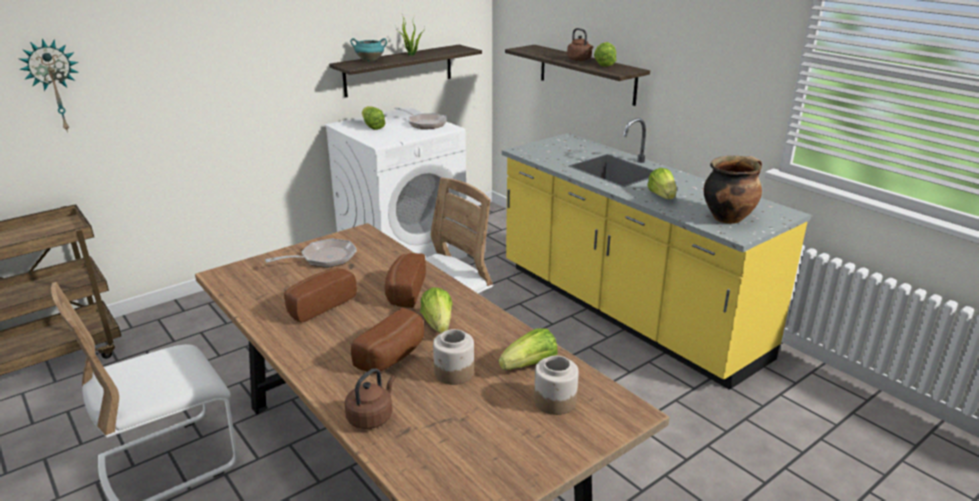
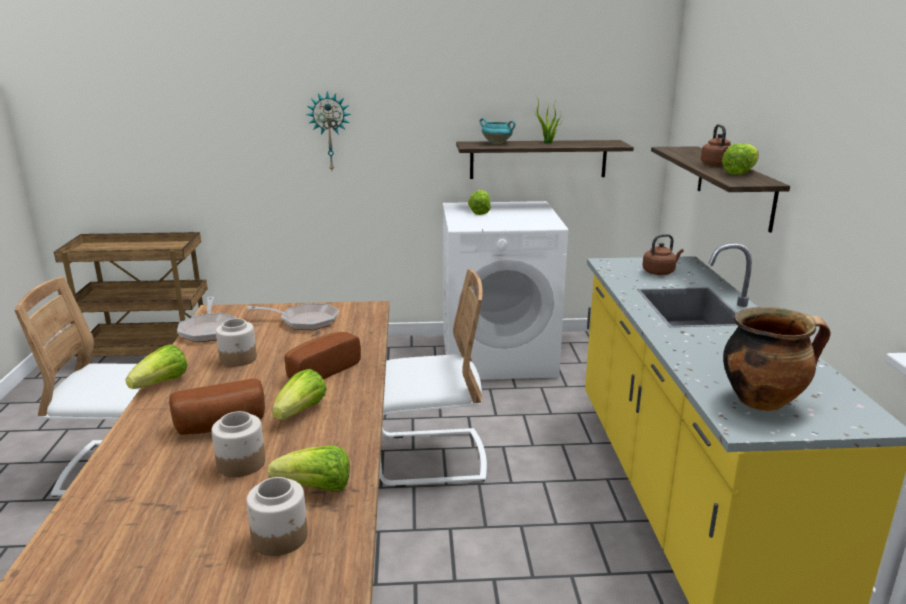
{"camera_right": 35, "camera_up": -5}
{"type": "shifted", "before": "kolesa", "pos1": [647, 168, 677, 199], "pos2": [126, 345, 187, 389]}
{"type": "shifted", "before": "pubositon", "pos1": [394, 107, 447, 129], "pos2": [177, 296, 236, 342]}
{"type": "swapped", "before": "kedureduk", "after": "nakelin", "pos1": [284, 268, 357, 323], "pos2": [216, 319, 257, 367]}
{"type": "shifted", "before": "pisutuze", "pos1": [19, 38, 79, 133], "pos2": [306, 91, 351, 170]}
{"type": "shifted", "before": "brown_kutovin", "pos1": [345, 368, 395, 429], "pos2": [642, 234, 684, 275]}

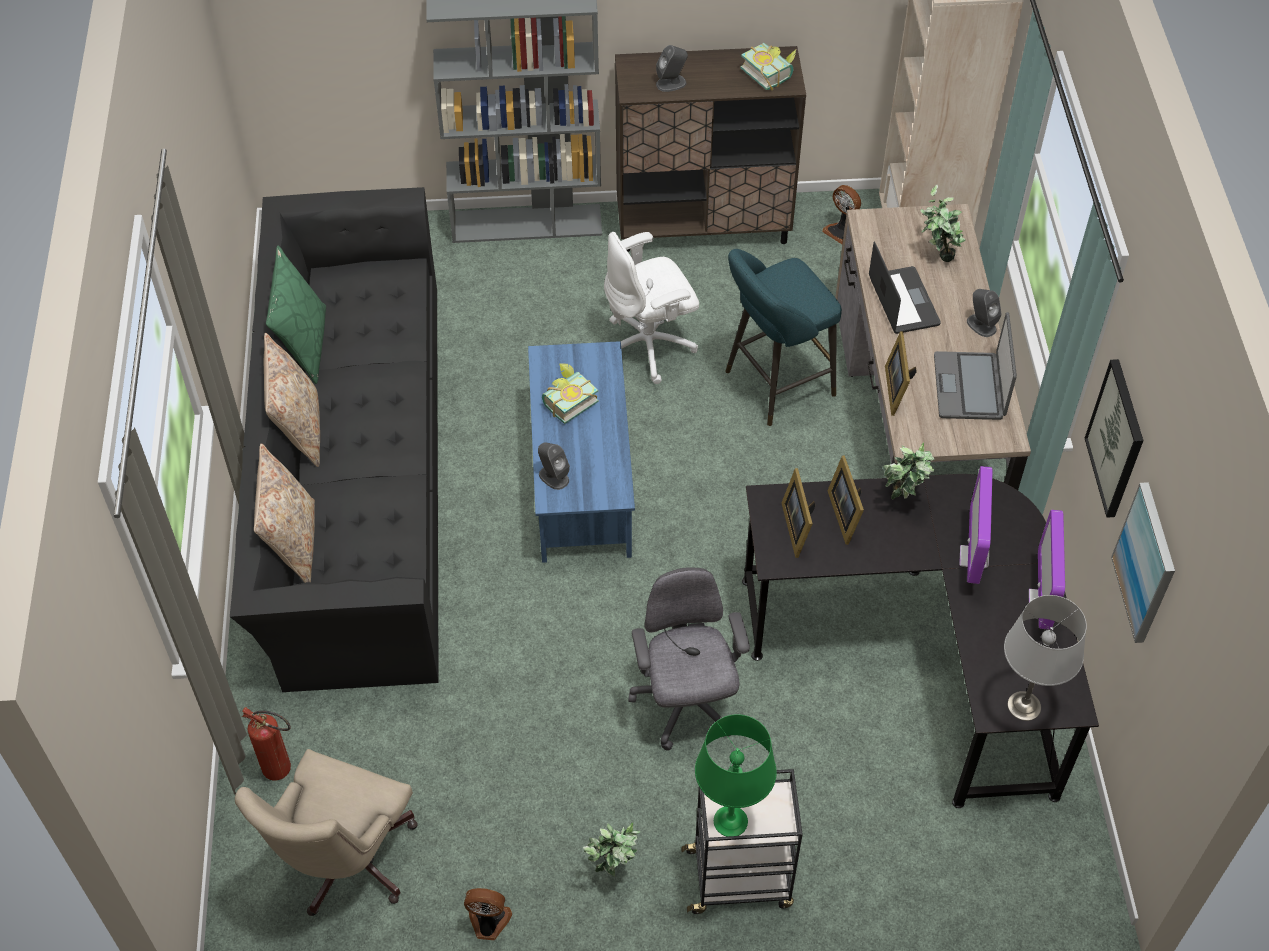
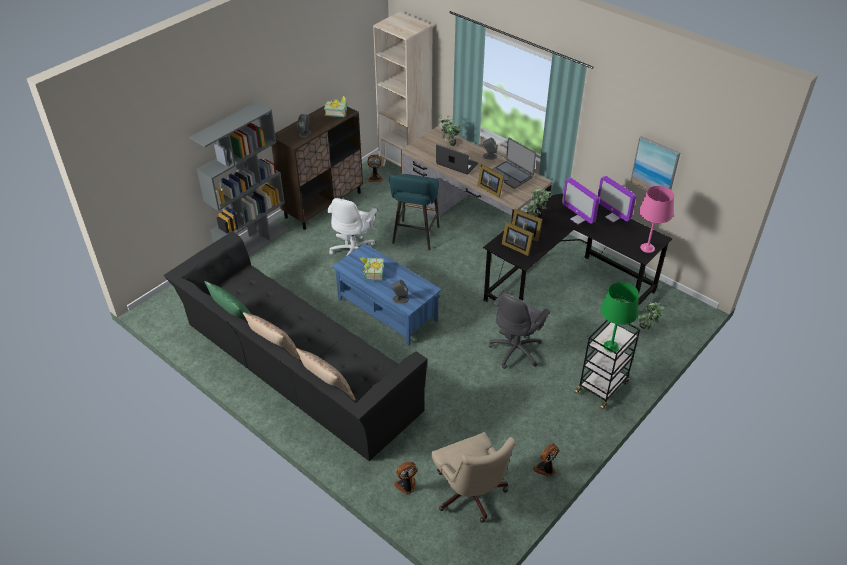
{"camera_right": -45, "camera_up": -10}
{"type": "swapped", "before": "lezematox", "after": "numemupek", "pos1": [241, 707, 291, 781], "pos2": [394, 462, 417, 495]}
{"type": "rotated", "before": "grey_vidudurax", "pos1": [628, 568, 750, 751], "pos2": [488, 290, 550, 369], "turn": -90}
{"type": "shifted", "before": "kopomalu", "pos1": [583, 823, 640, 876], "pos2": [637, 300, 666, 330]}
{"type": "repainted", "before": "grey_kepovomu", "after": "pink_kepovomu", "pos1": [1004, 595, 1087, 721], "pos2": [639, 186, 674, 253]}
{"type": "gone", "before": "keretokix", "pos1": [1085, 359, 1143, 518]}

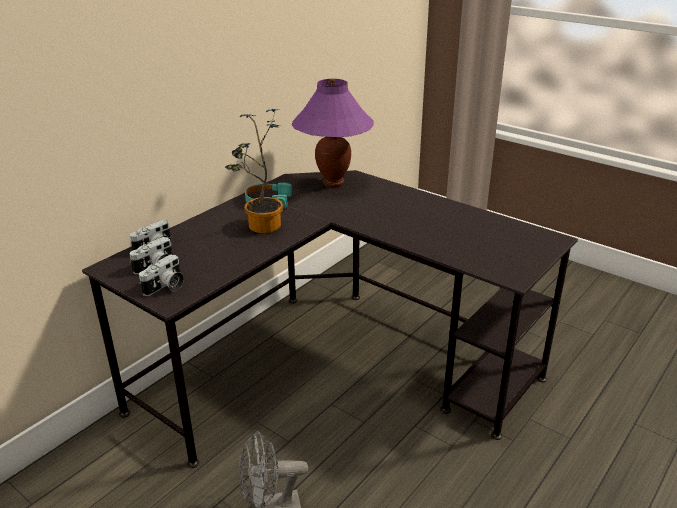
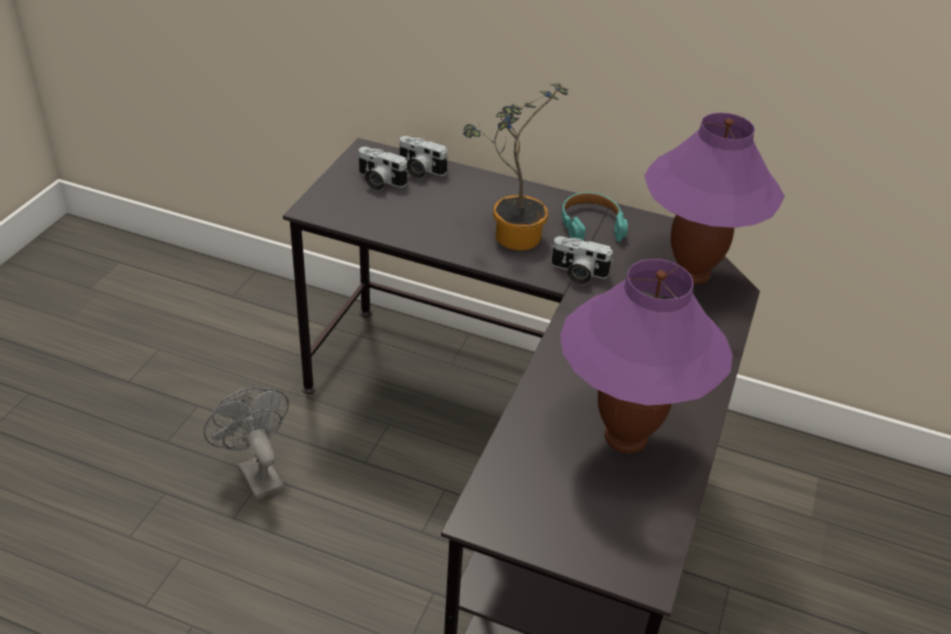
{"camera_right": 70, "camera_up": 10}
{"type": "shifted", "before": "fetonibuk", "pos1": [139, 254, 184, 296], "pos2": [551, 236, 613, 285]}
{"type": "new", "after": "purple_kepovomu", "pos2": [560, 259, 733, 453]}

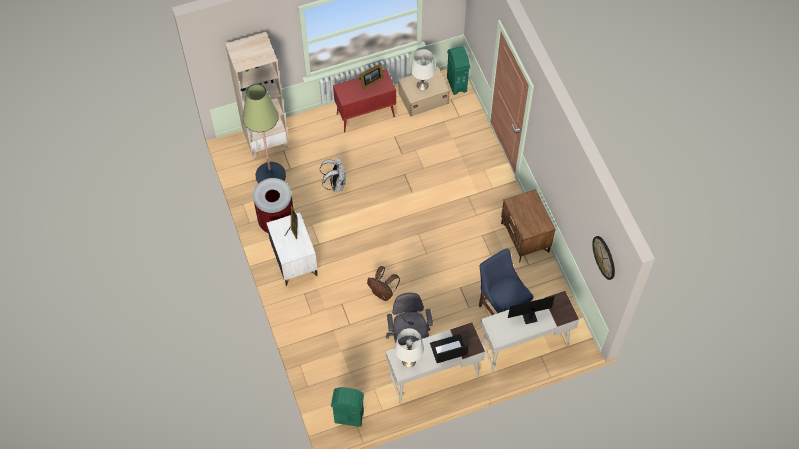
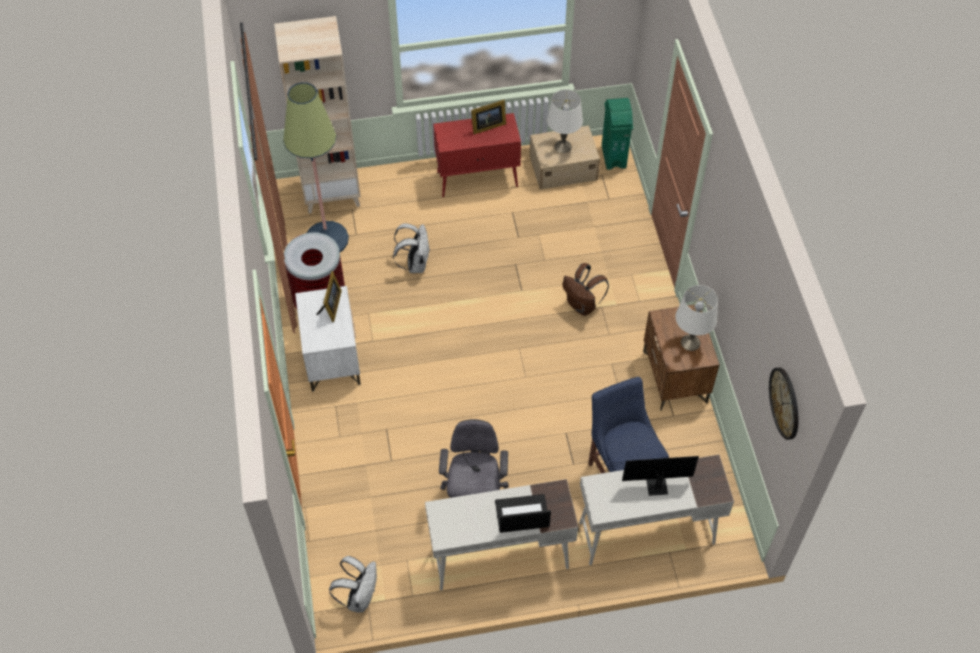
{"camera_right": 10, "camera_up": -5}
{"type": "swapped", "before": "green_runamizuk", "after": "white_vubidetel", "pos1": [331, 387, 364, 427], "pos2": [329, 556, 377, 613]}
{"type": "shifted", "before": "brown_vubidetel", "pos1": [367, 266, 400, 301], "pos2": [562, 263, 609, 316]}
{"type": "shifted", "before": "white_kepovomu", "pos1": [395, 328, 424, 368], "pos2": [675, 285, 718, 351]}

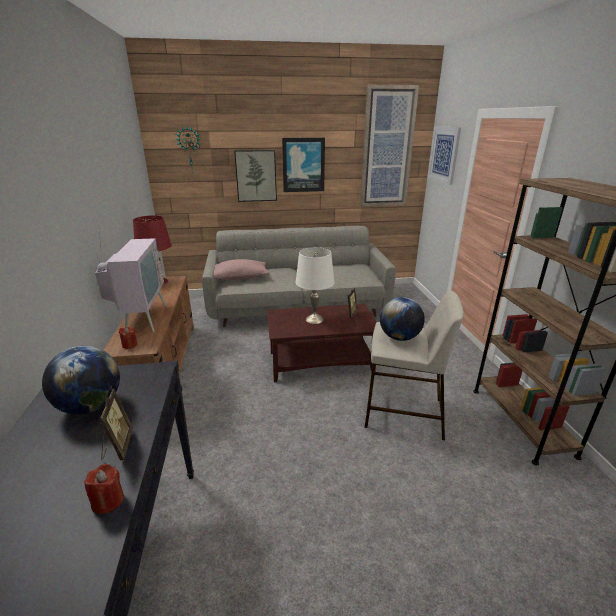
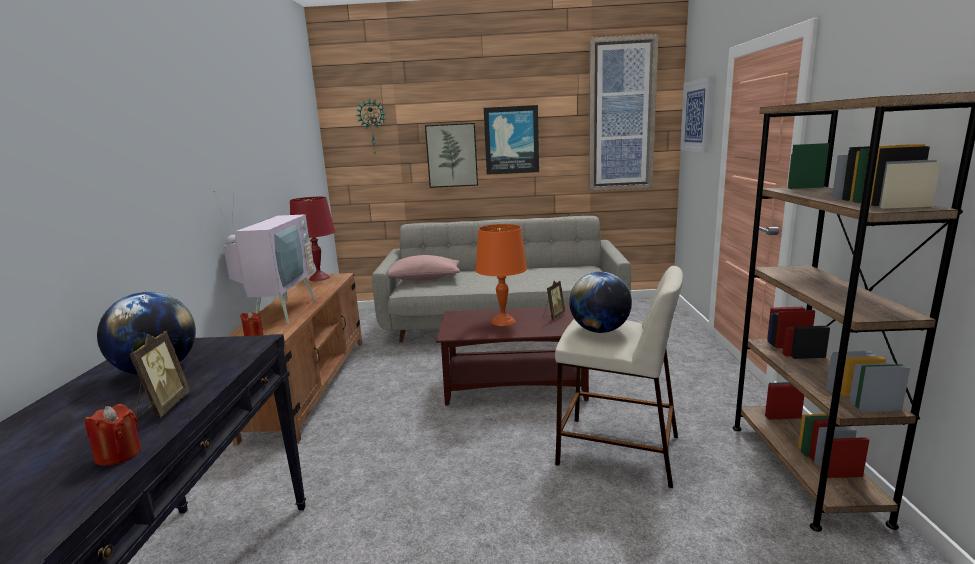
{"camera_right": 10, "camera_up": -10}
{"type": "repainted", "before": "white_kepovomu", "after": "orange_kepovomu", "pos1": [295, 247, 334, 324], "pos2": [475, 224, 527, 326]}

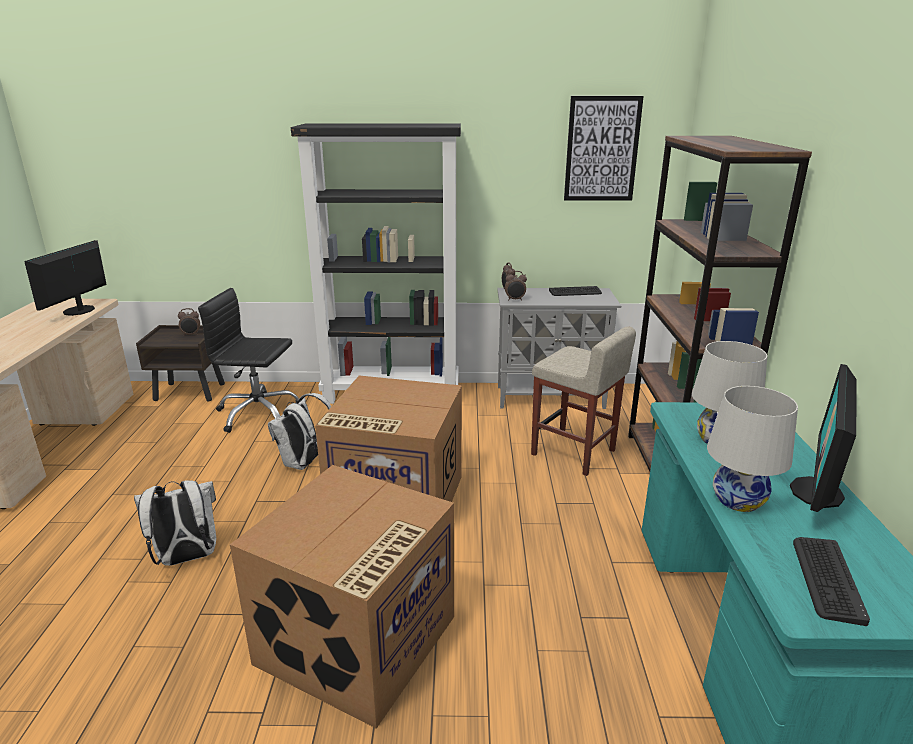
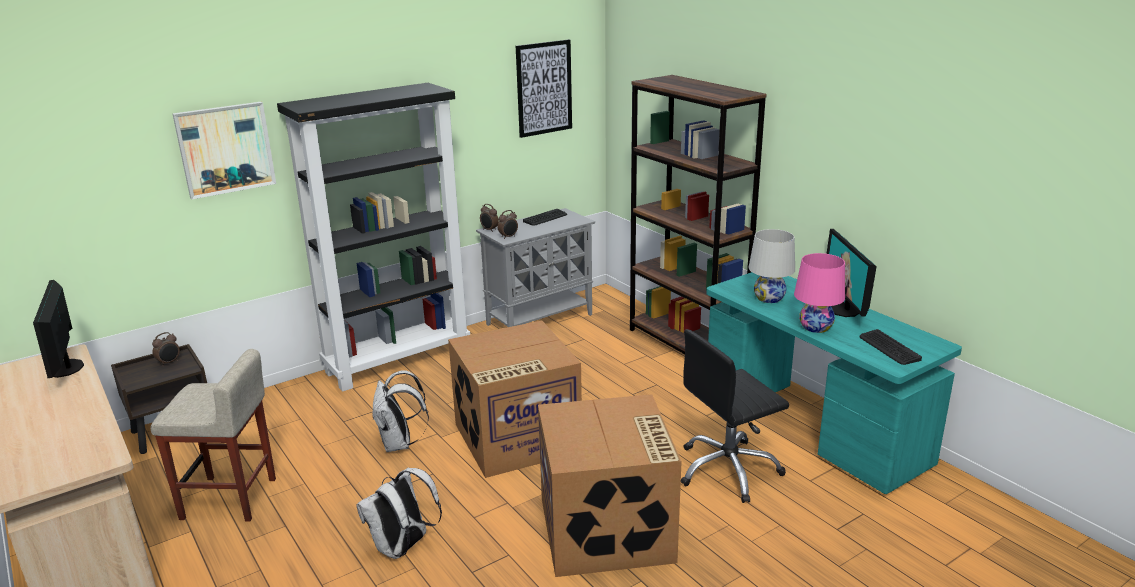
{"camera_right": -35, "camera_up": 0}
{"type": "shifted", "before": "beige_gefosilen", "pos1": [531, 326, 636, 476], "pos2": [151, 349, 276, 521]}
{"type": "new", "after": "keretokix", "pos2": [172, 102, 276, 199]}
{"type": "shifted", "before": "black_vidudurax", "pos1": [198, 288, 299, 433], "pos2": [681, 329, 789, 503]}
{"type": "repainted", "before": "white_kepovomu", "after": "pink_kepovomu", "pos1": [707, 386, 798, 512], "pos2": [794, 253, 845, 333]}

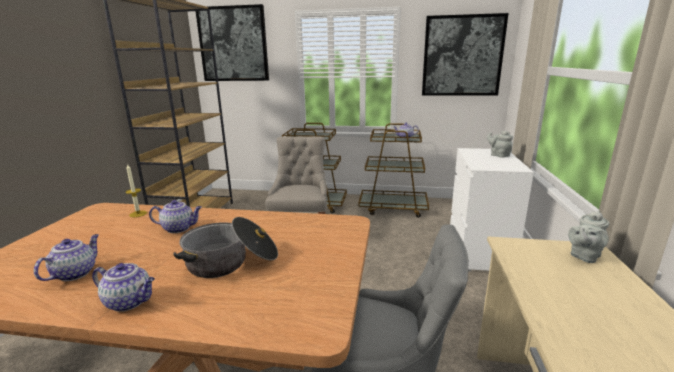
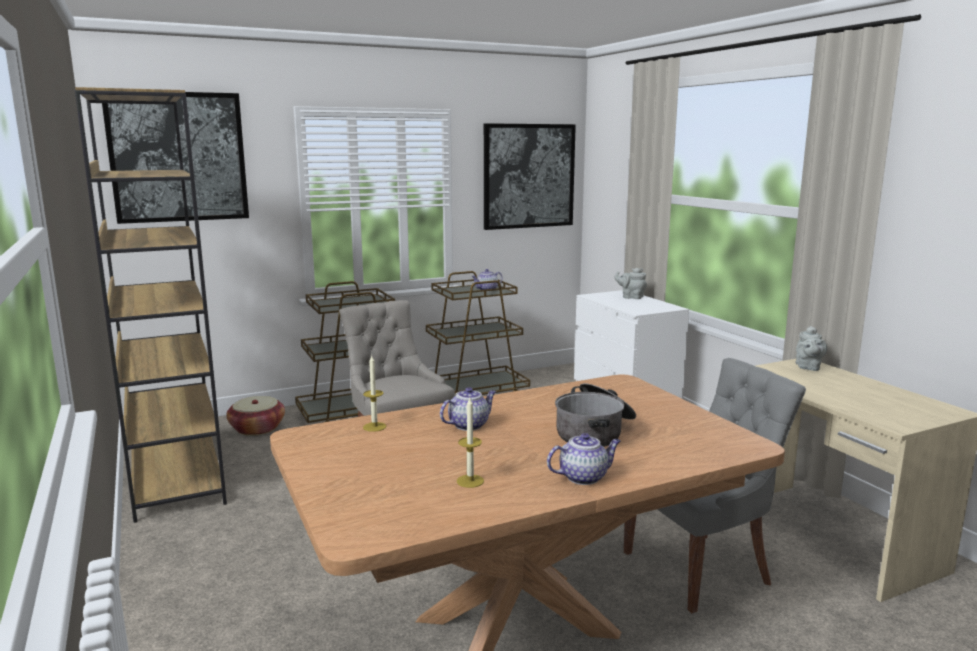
{"camera_right": -35, "camera_up": -5}
{"type": "new", "after": "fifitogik", "pos2": [226, 396, 285, 436]}
{"type": "swapped", "before": "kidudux", "after": "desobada", "pos1": [34, 234, 99, 281], "pos2": [457, 398, 484, 488]}

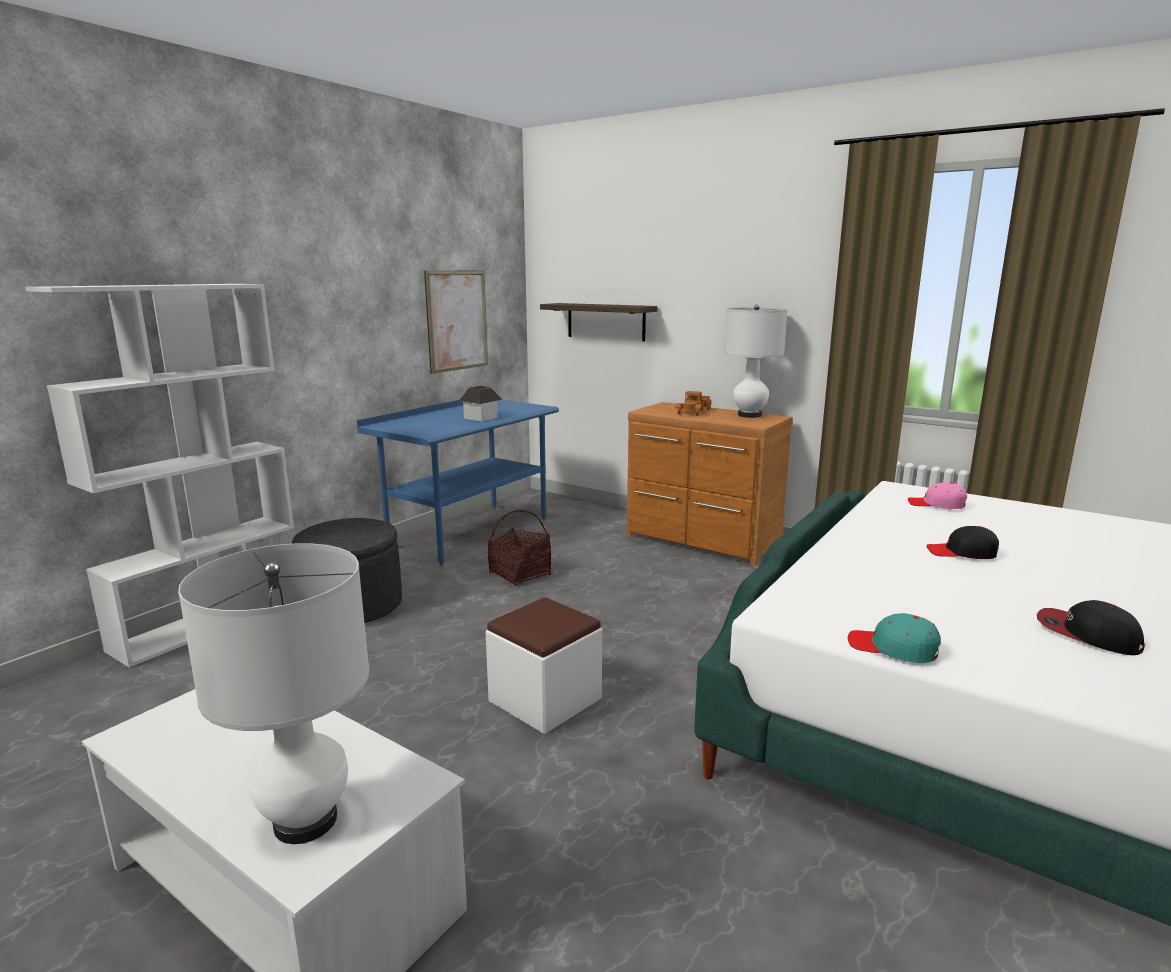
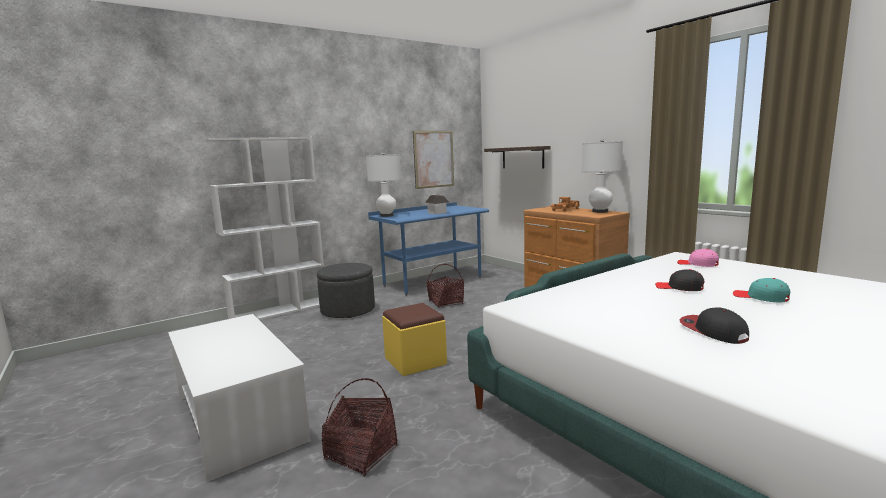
{"camera_right": 20, "camera_up": -5}
{"type": "new", "after": "fifitogik", "pos2": [322, 378, 397, 477]}
{"type": "shifted", "before": "white_kepovomu", "pos1": [178, 543, 369, 844], "pos2": [366, 152, 401, 217]}
{"type": "repainted", "before": "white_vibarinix", "after": "yellow_vibarinix", "pos1": [486, 597, 602, 734], "pos2": [382, 303, 447, 376]}
{"type": "shifted", "before": "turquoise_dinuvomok", "pos1": [848, 613, 941, 663], "pos2": [733, 278, 790, 302]}

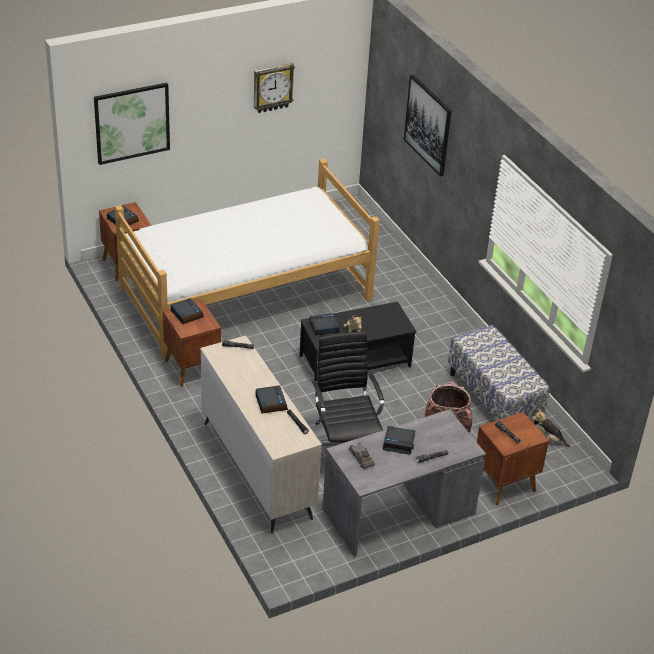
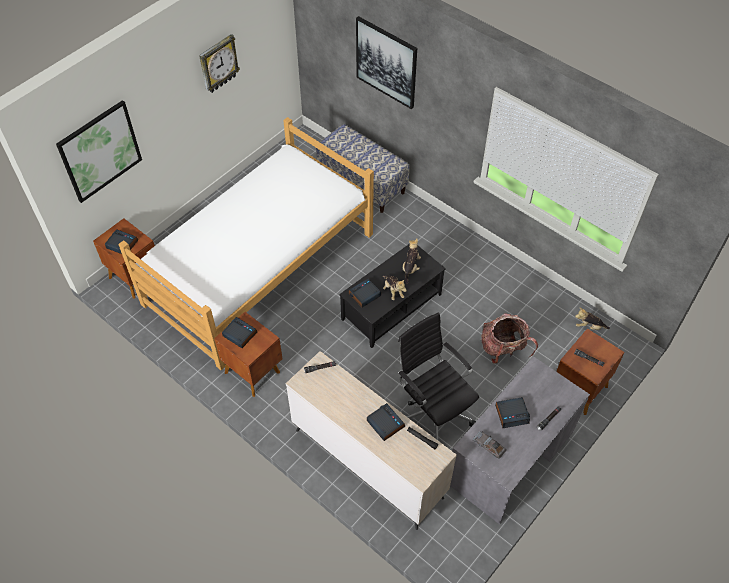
{"camera_right": -20, "camera_up": 15}
{"type": "shifted", "before": "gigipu", "pos1": [448, 325, 549, 425], "pos2": [316, 124, 410, 213]}
{"type": "new", "after": "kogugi", "pos2": [403, 239, 421, 284]}

